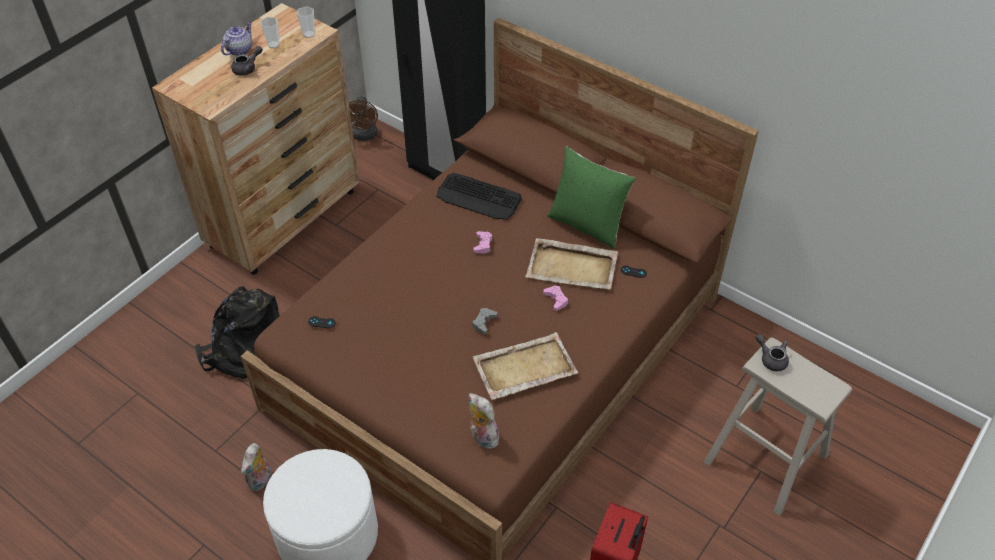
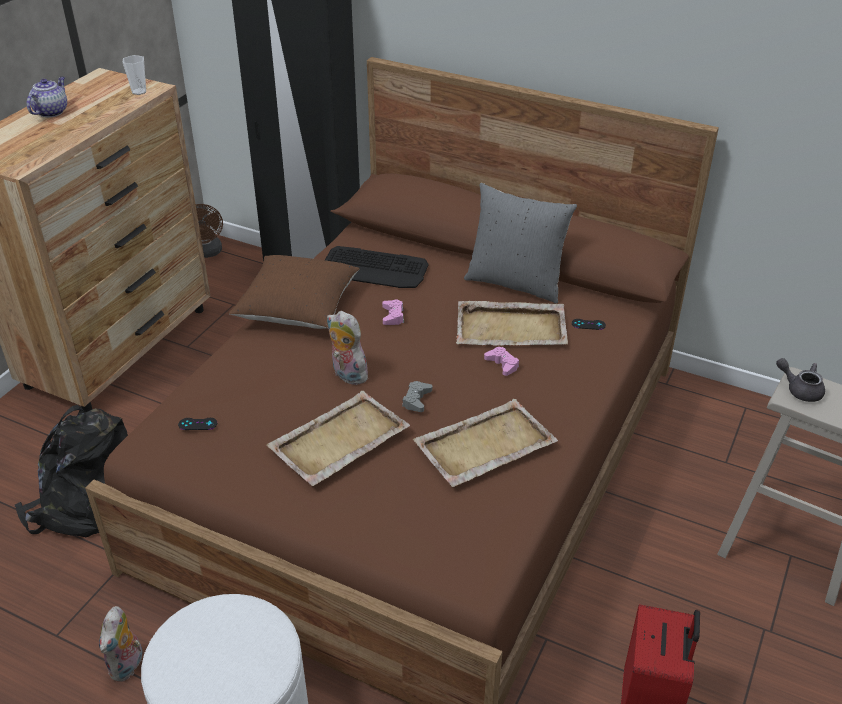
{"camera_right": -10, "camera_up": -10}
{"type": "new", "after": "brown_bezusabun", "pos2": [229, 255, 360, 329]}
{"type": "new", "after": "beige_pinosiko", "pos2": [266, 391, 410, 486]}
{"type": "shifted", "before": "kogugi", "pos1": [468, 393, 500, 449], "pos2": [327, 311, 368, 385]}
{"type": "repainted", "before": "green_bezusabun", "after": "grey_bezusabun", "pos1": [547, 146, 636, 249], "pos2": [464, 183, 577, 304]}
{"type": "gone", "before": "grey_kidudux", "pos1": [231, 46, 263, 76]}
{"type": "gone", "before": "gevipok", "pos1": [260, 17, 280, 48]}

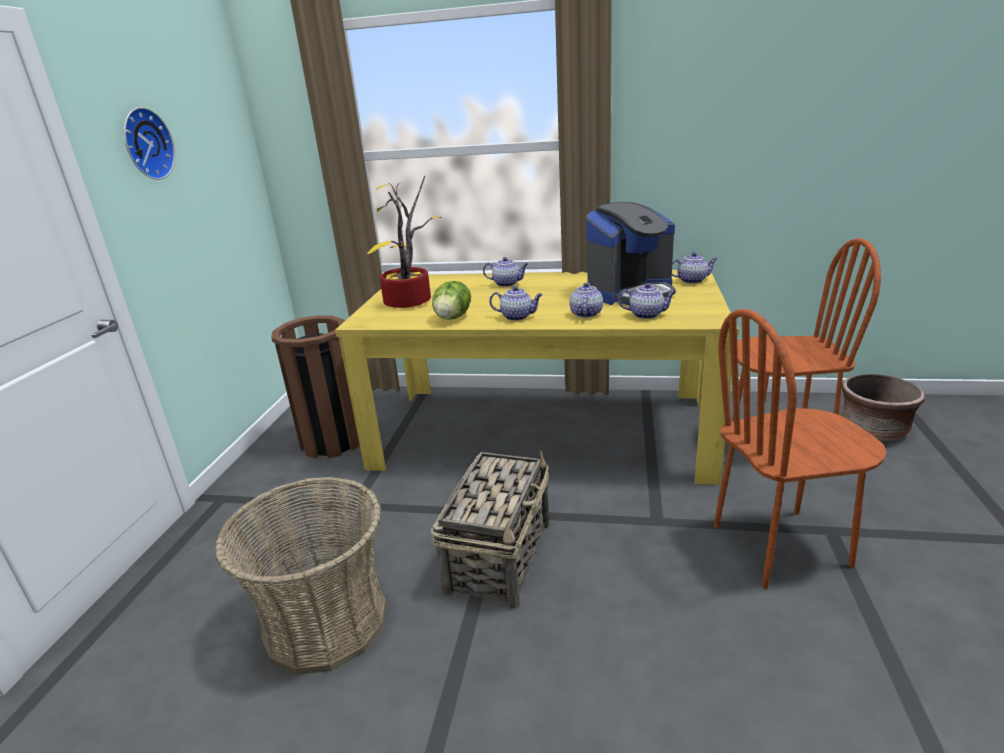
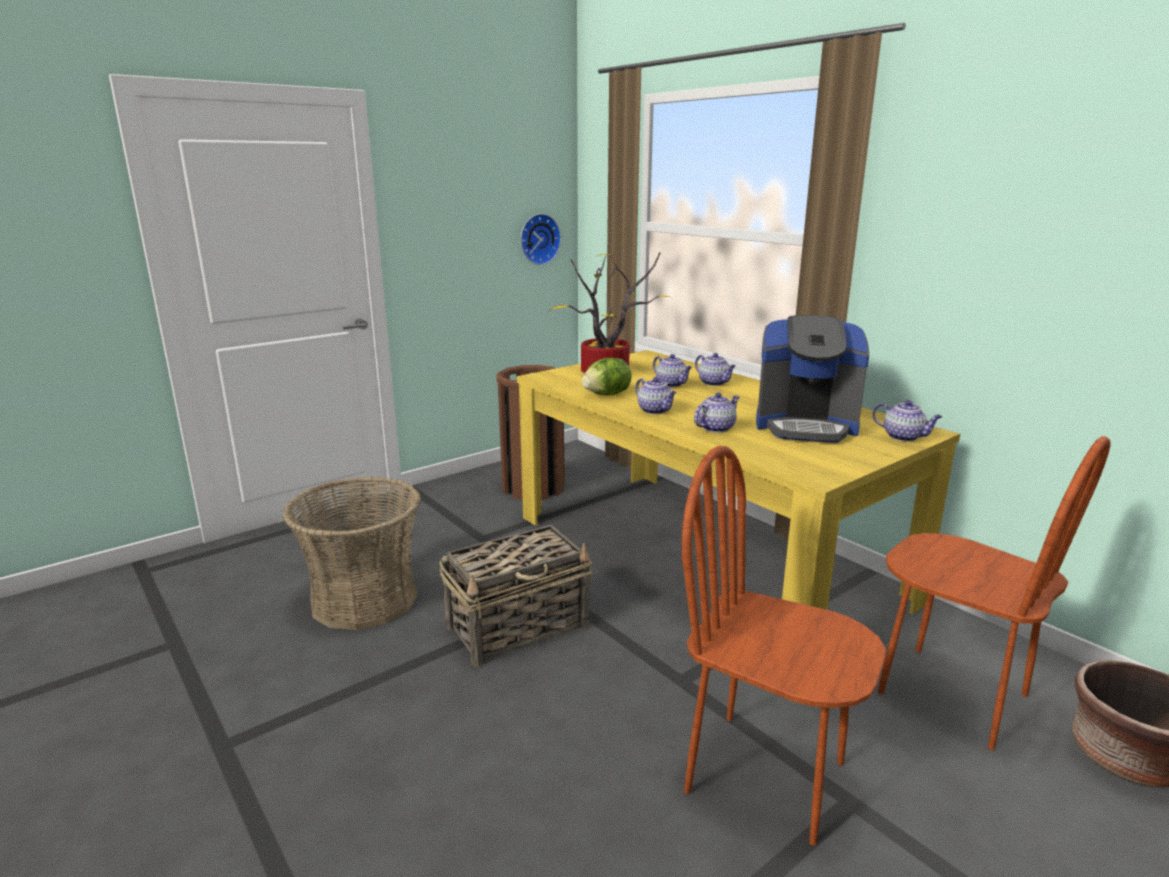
{"camera_right": 40, "camera_up": -5}
{"type": "shifted", "before": "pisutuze", "pos1": [124, 107, 175, 180], "pos2": [520, 214, 561, 265]}
{"type": "shifted", "before": "kidudux", "pos1": [618, 283, 676, 319], "pos2": [653, 354, 692, 387]}

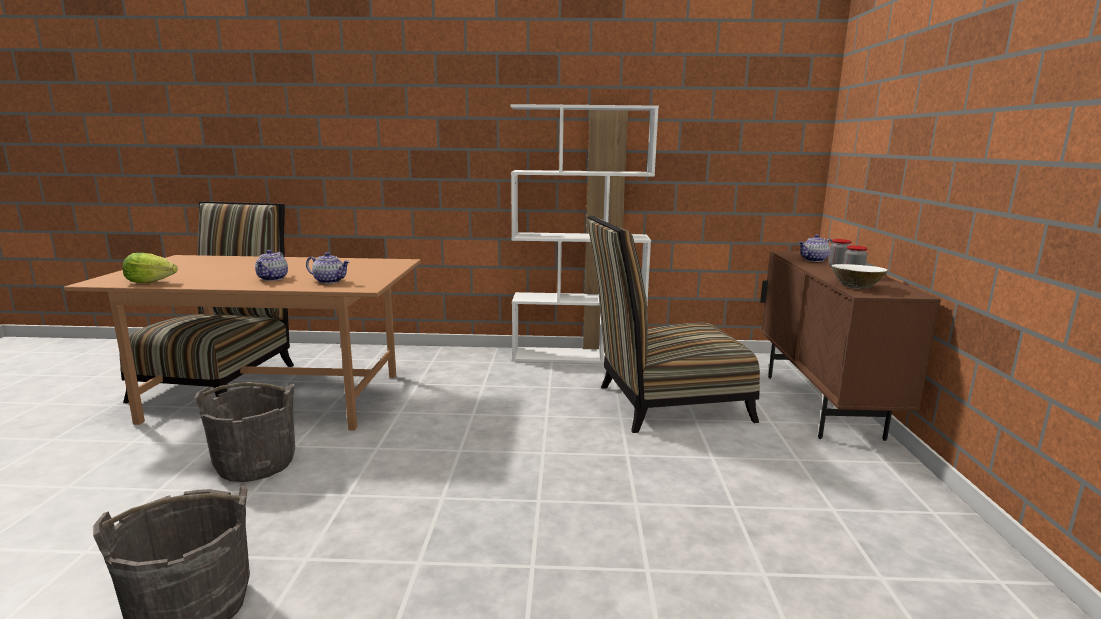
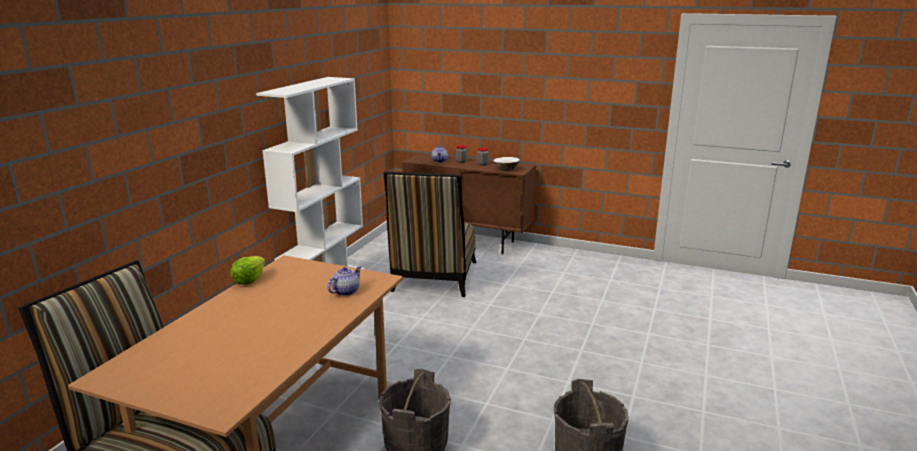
{"camera_right": -70, "camera_up": 5}
{"type": "shifted", "before": "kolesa", "pos1": [123, 253, 178, 283], "pos2": [230, 256, 265, 285]}
{"type": "gone", "before": "kidudux", "pos1": [255, 250, 288, 281]}

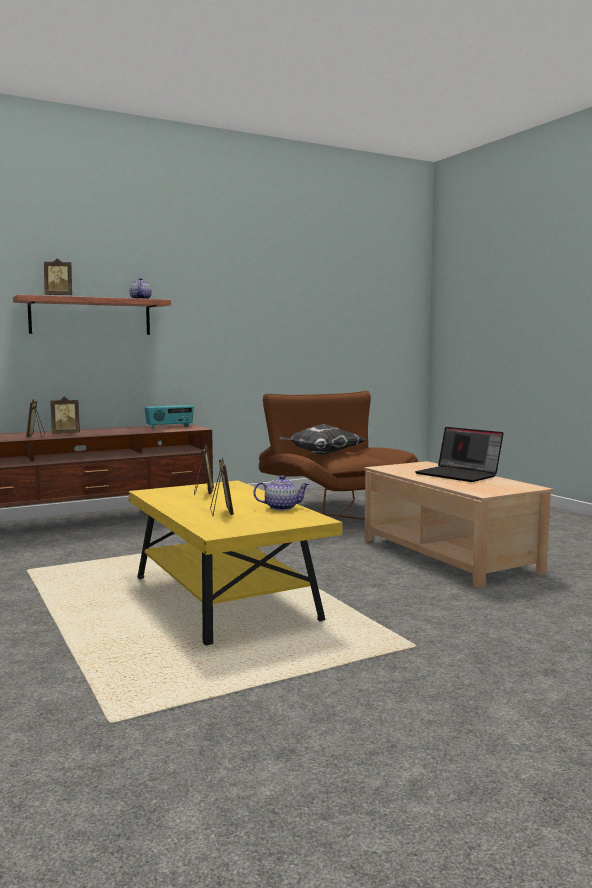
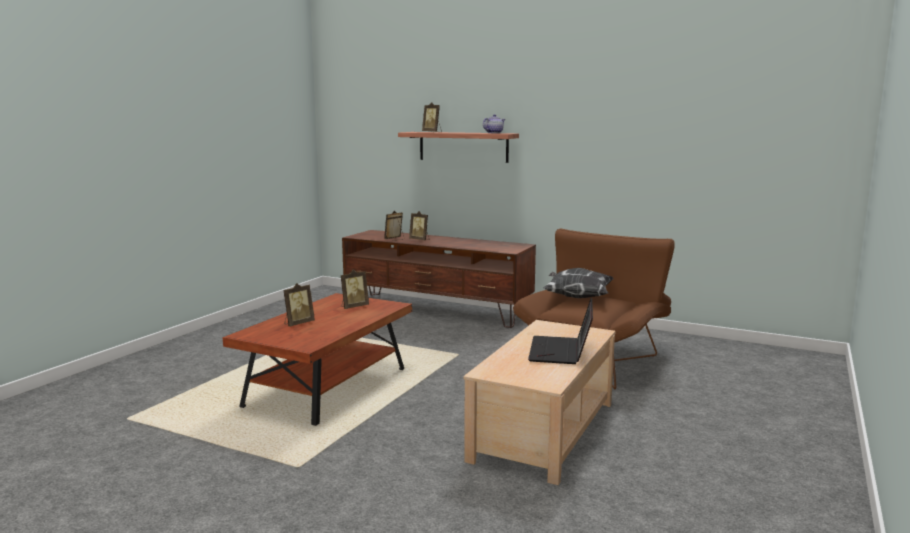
{"camera_right": 55, "camera_up": 5}
{"type": "repainted", "before": "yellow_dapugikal", "after": "brown_dapugikal", "pos1": [128, 480, 342, 646], "pos2": [223, 293, 412, 426]}
{"type": "gone", "before": "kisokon", "pos1": [144, 405, 194, 428]}
{"type": "gone", "before": "kidudux", "pos1": [253, 475, 310, 510]}

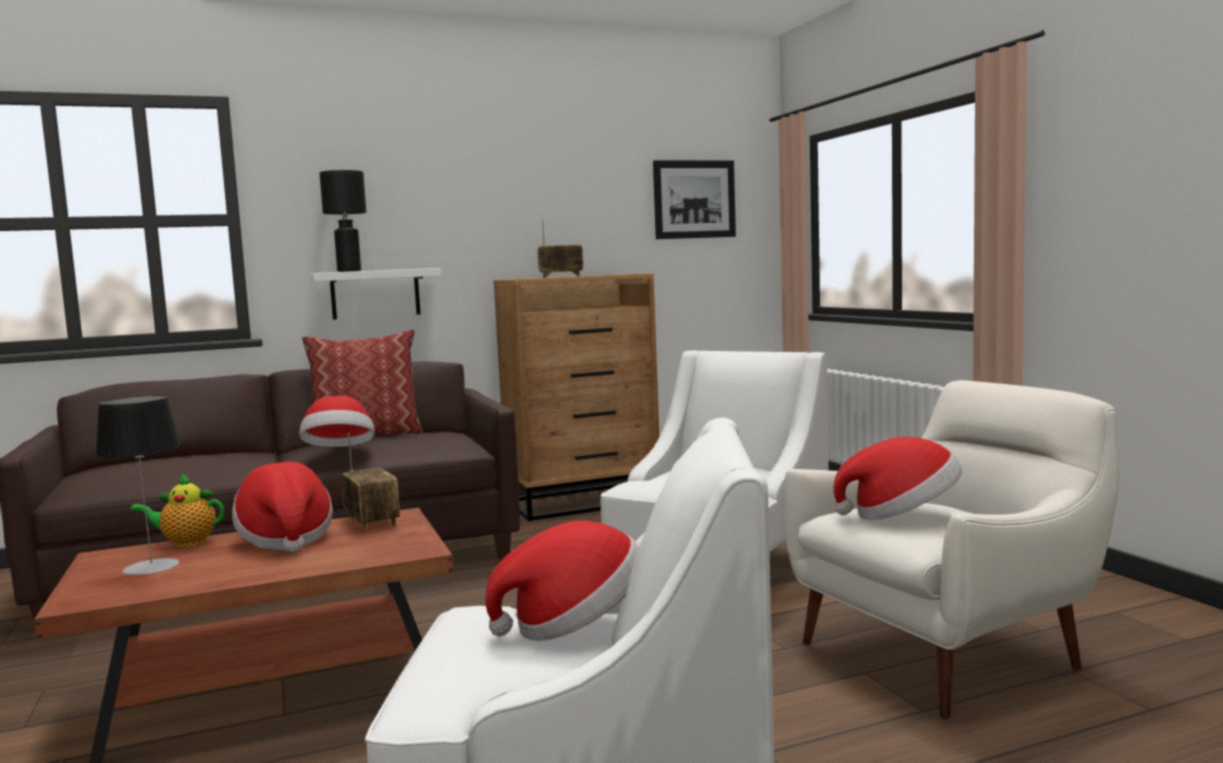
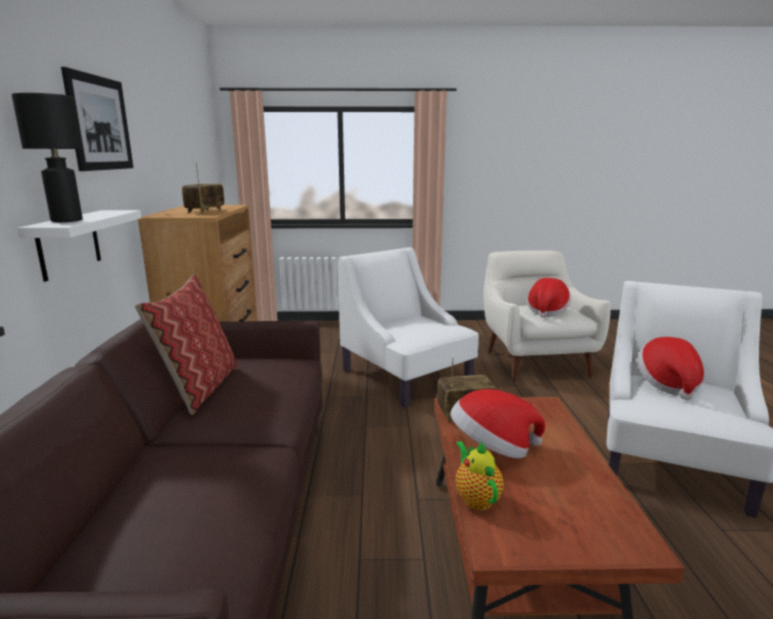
{"camera_right": -70, "camera_up": 10}
{"type": "shifted", "before": "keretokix", "pos1": [653, 160, 736, 239], "pos2": [61, 67, 133, 171]}
{"type": "rotated", "before": "kidudux", "pos1": [130, 473, 224, 547], "pos2": [456, 441, 504, 510], "turn": 150}
{"type": "gone", "before": "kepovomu", "pos1": [96, 395, 181, 575]}
{"type": "gone", "before": "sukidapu", "pos1": [299, 396, 375, 447]}

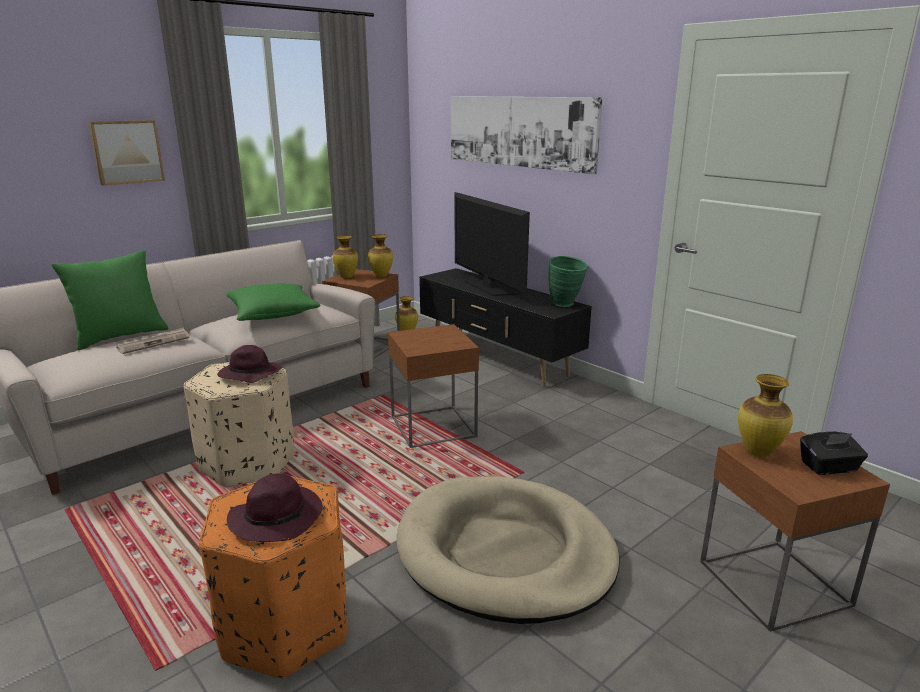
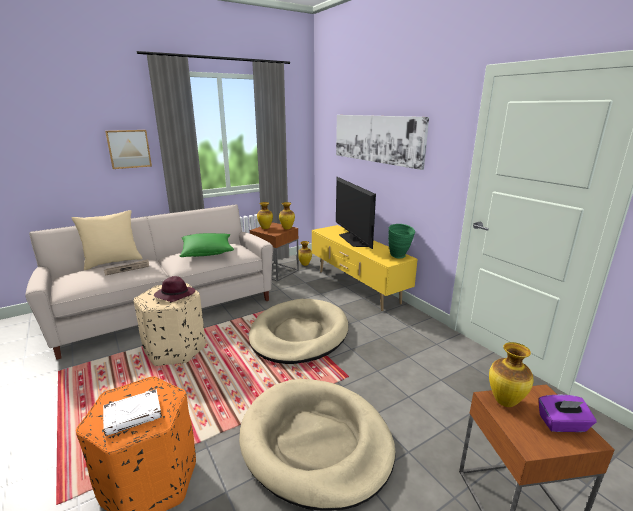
{"camera_right": 10, "camera_up": 0}
{"type": "repainted", "before": "green_bezusabun", "after": "beige_bezusabun", "pos1": [52, 250, 169, 350], "pos2": [71, 210, 143, 270]}
{"type": "swapped", "before": "purple_sukidapu", "after": "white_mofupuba", "pos1": [227, 473, 323, 542], "pos2": [103, 389, 162, 436]}
{"type": "swapped", "before": "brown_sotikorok", "after": "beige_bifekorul", "pos1": [388, 324, 479, 448], "pos2": [249, 299, 348, 364]}
{"type": "repainted", "before": "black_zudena", "after": "yellow_zudena", "pos1": [419, 268, 592, 388], "pos2": [312, 225, 418, 311]}
{"type": "repainted", "before": "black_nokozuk", "after": "purple_nokozuk", "pos1": [800, 431, 868, 475], "pos2": [539, 394, 597, 432]}

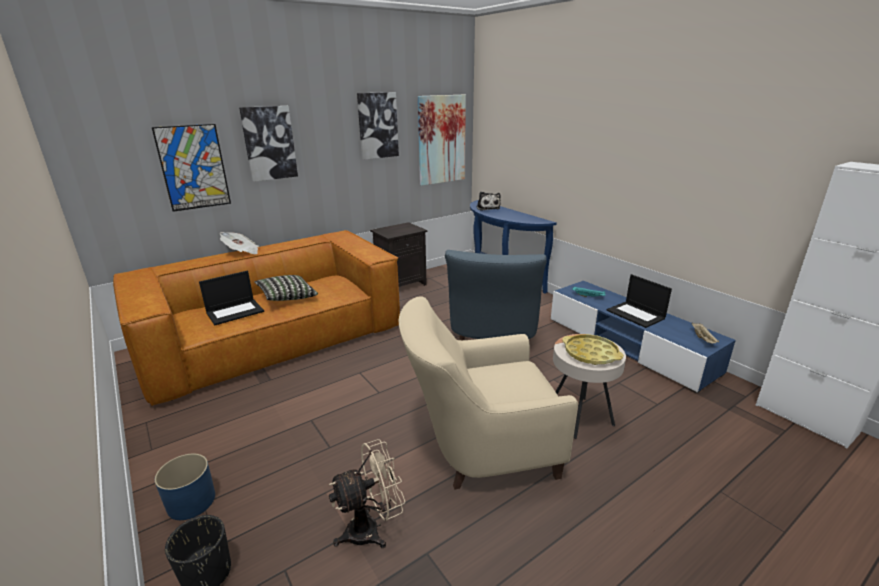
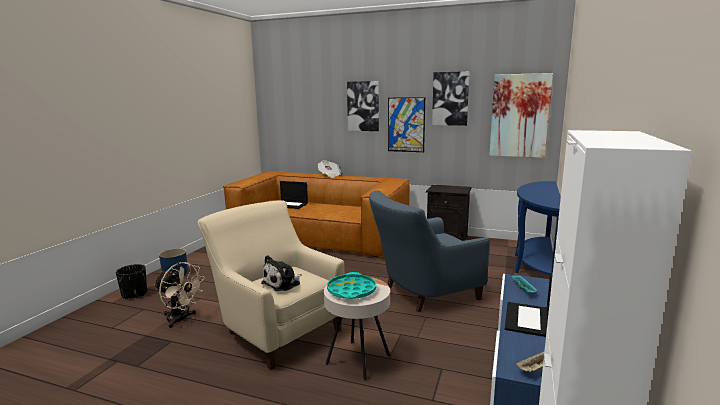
{"camera_right": 55, "camera_up": -10}
{"type": "shifted", "before": "kogugi", "pos1": [476, 192, 501, 211], "pos2": [261, 255, 302, 291]}
{"type": "repainted", "before": "yellow_pinosiko", "after": "turquoise_pinosiko", "pos1": [562, 334, 624, 365], "pos2": [327, 272, 376, 299]}
{"type": "shifted", "before": "keretokix", "pos1": [152, 124, 231, 212], "pos2": [388, 97, 425, 152]}
{"type": "gone", "before": "bezusabun", "pos1": [254, 275, 318, 301]}

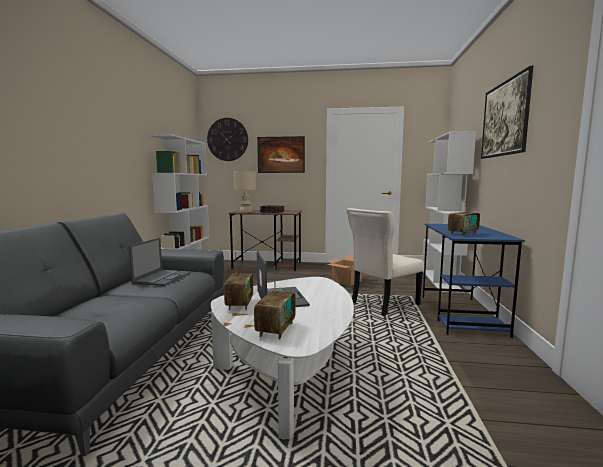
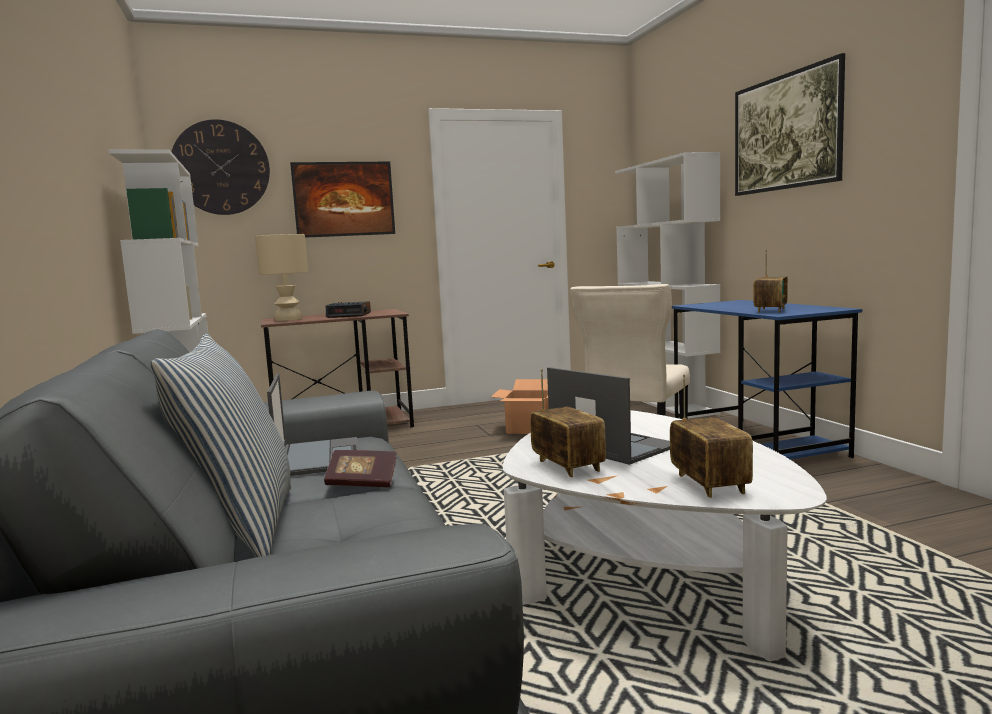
{"camera_right": -25, "camera_up": 0}
{"type": "new", "after": "bezusabun", "pos2": [150, 334, 291, 557]}
{"type": "new", "after": "mofupuba", "pos2": [324, 450, 397, 487]}

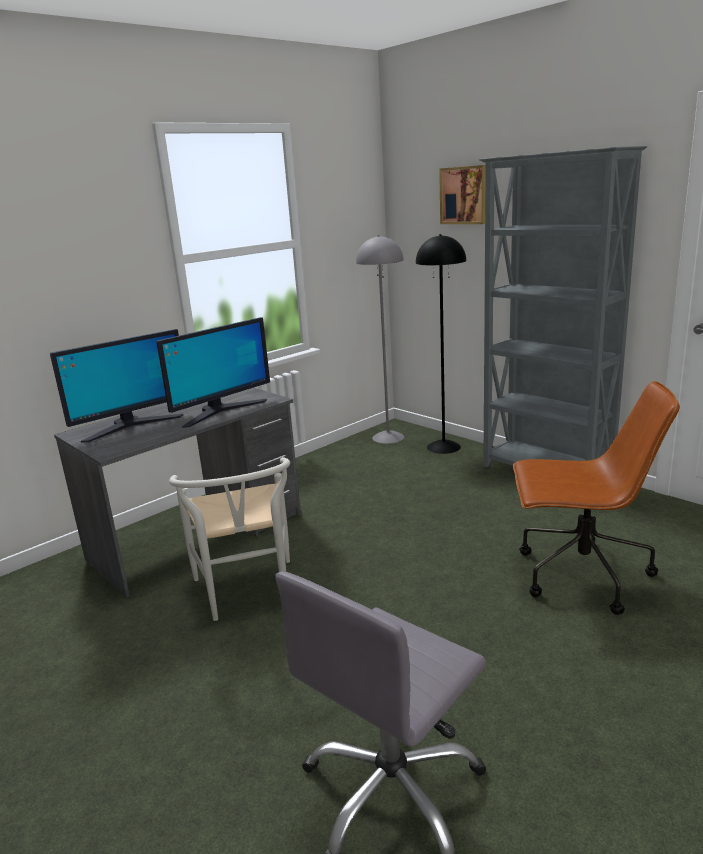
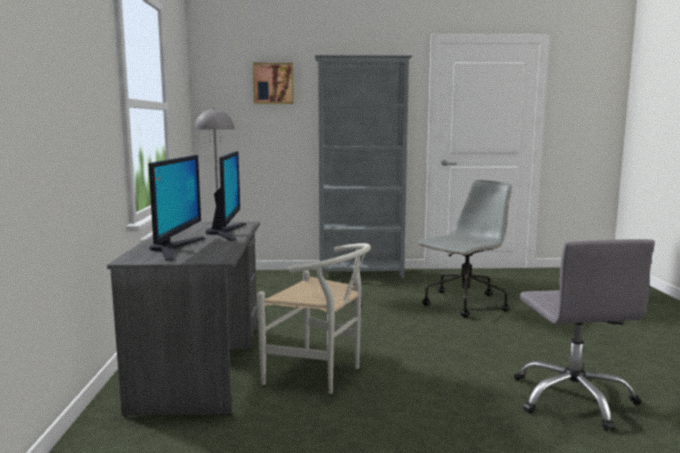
{"camera_right": -50, "camera_up": -10}
{"type": "repainted", "before": "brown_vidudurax", "after": "grey_vidudurax", "pos1": [513, 381, 680, 615], "pos2": [417, 180, 512, 318]}
{"type": "gone", "before": "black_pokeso", "pos1": [416, 234, 466, 454]}

